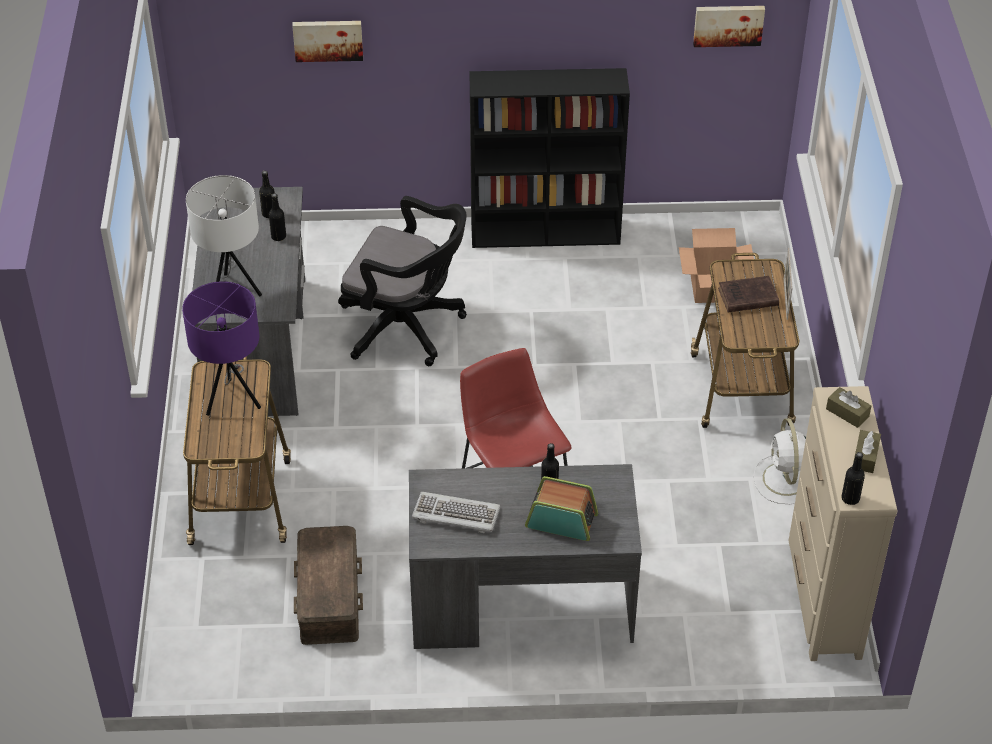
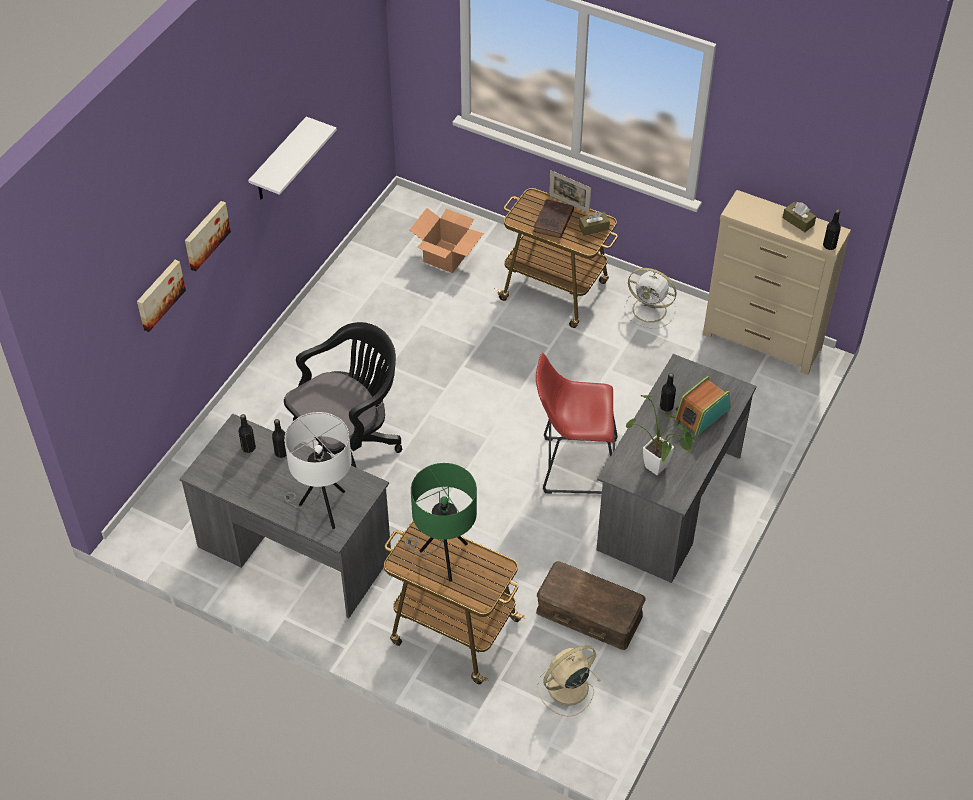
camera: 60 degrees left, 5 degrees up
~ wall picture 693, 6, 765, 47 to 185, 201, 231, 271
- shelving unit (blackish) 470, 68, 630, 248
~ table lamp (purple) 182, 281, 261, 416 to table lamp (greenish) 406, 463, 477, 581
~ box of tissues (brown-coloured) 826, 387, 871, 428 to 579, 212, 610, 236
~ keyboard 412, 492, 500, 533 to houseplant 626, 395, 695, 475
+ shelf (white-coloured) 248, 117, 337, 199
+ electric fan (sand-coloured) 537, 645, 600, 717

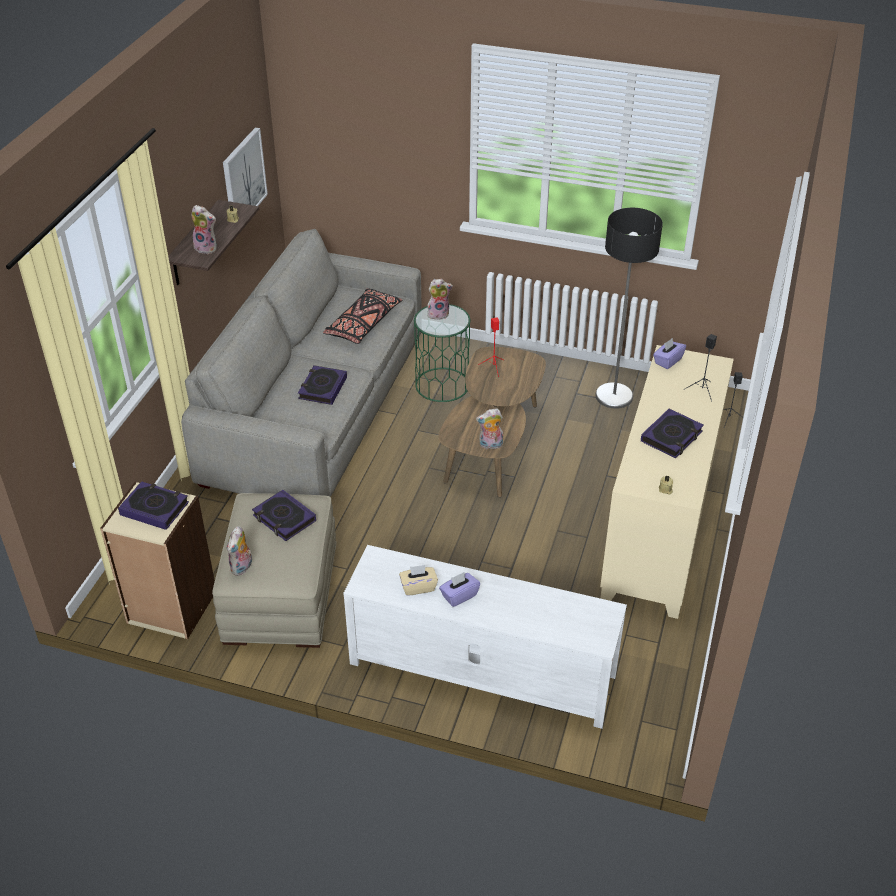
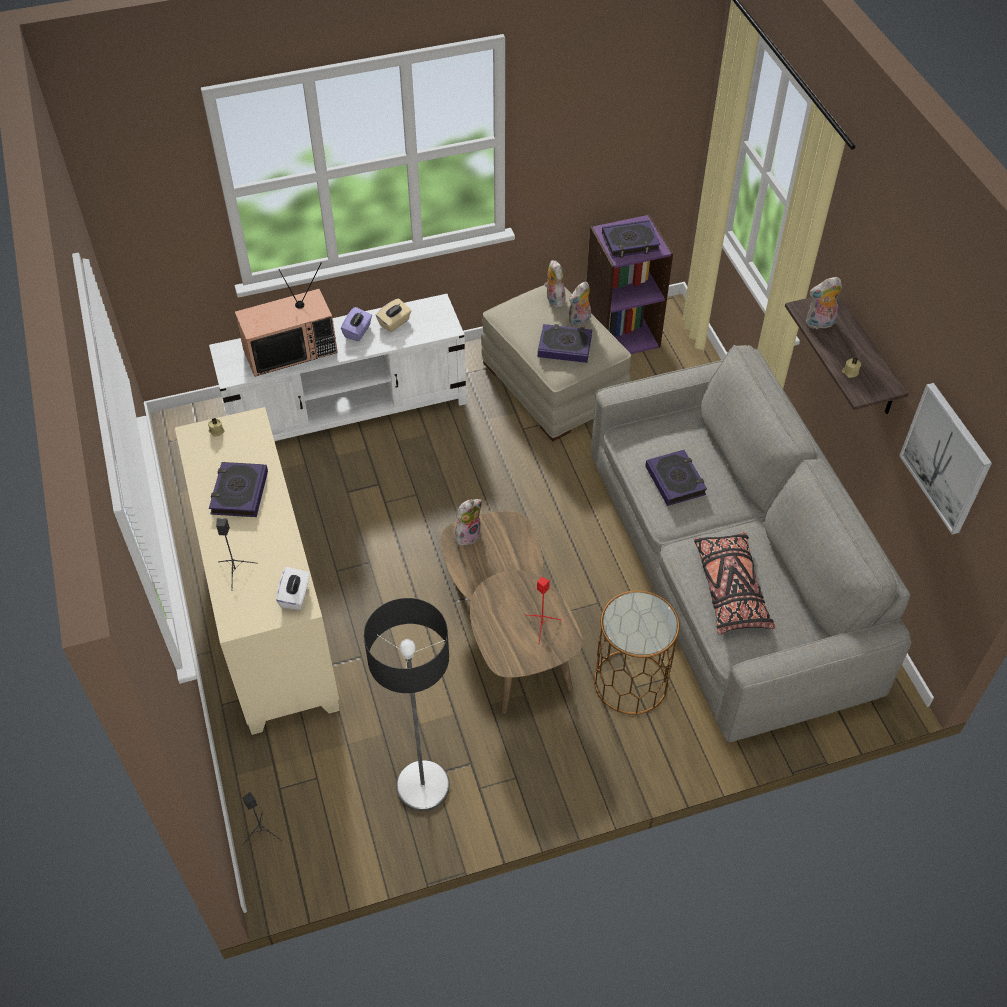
camera: 145 degrees right, 10 degrees up
~ plush toy 427, 279, 453, 320 to 569, 282, 591, 327
~ end table (greenish) 414, 304, 470, 402 to end table (brown-coloured) 594, 591, 680, 715
~ box of tissues (purple) 653, 338, 686, 369 to box of tissues (white-coloured) 276, 567, 310, 610
~ shelving unit (sand-coloured) 100, 482, 215, 639 to shelving unit (purple) 586, 214, 673, 354
+ TV 235, 263, 338, 377

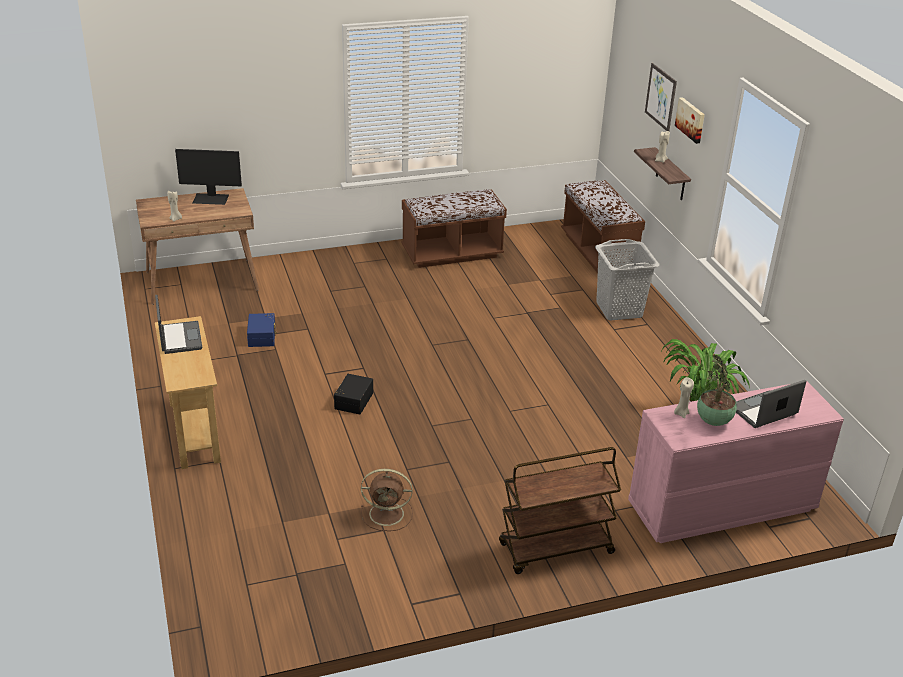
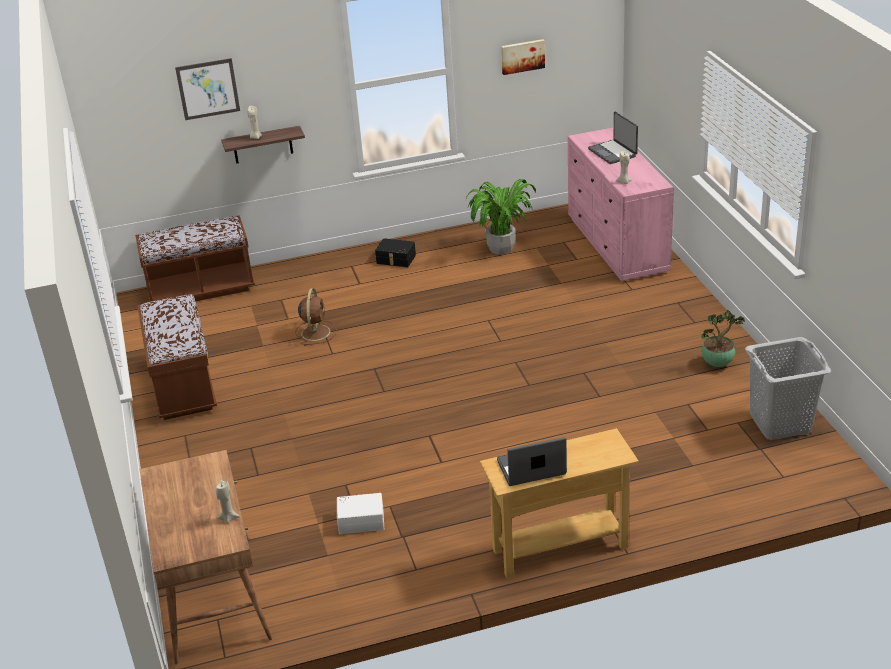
camera: 85 degrees left, 0 degrees up
~ wall picture 675, 97, 705, 144 to 501, 39, 545, 75
- computer display 175, 149, 242, 205
~ laundry basket (gray) 595, 239, 659, 320 to 745, 337, 831, 440
~ storage bin (blue-coloured) 247, 313, 277, 347 to storage bin (white-coloured) 337, 493, 384, 534
~ houseplant 697, 354, 737, 426 to 701, 310, 745, 367
~ storage bin (blackish) 334, 374, 373, 414 to 375, 238, 416, 267
- cart (brown-coloured) 499, 447, 621, 574
~ electric fan (brown-coloured) 361, 469, 413, 531 to 295, 288, 337, 345

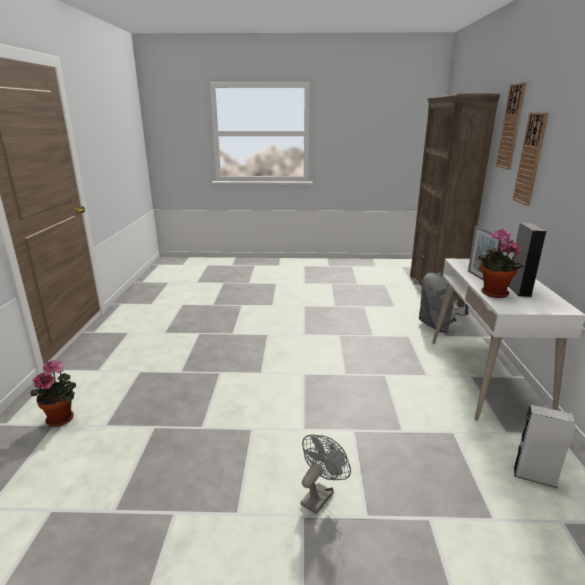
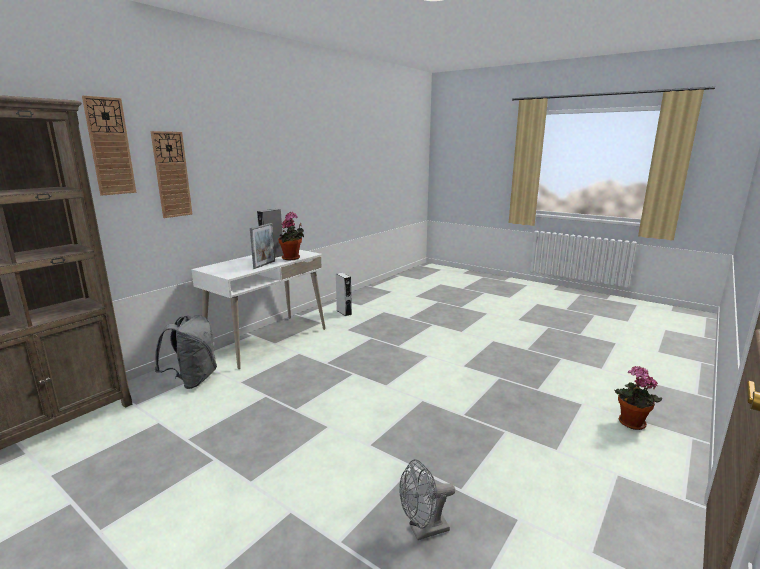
camera: 145 degrees left, 5 degrees down
~ electric fan (gray) 301, 434, 351, 514 to 400, 459, 455, 540

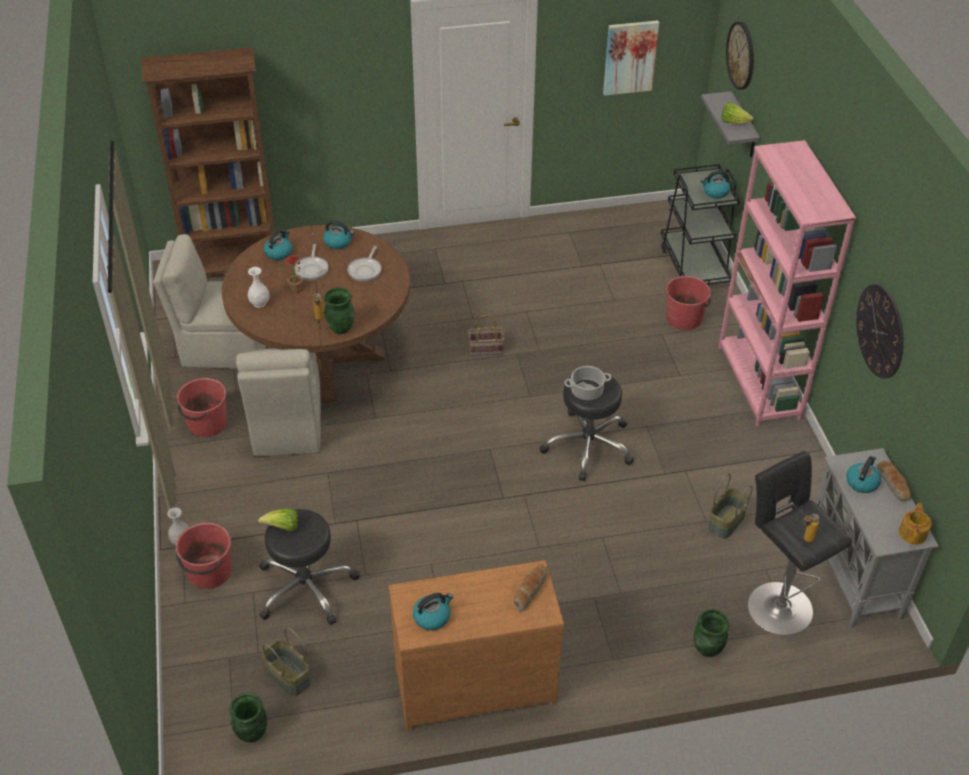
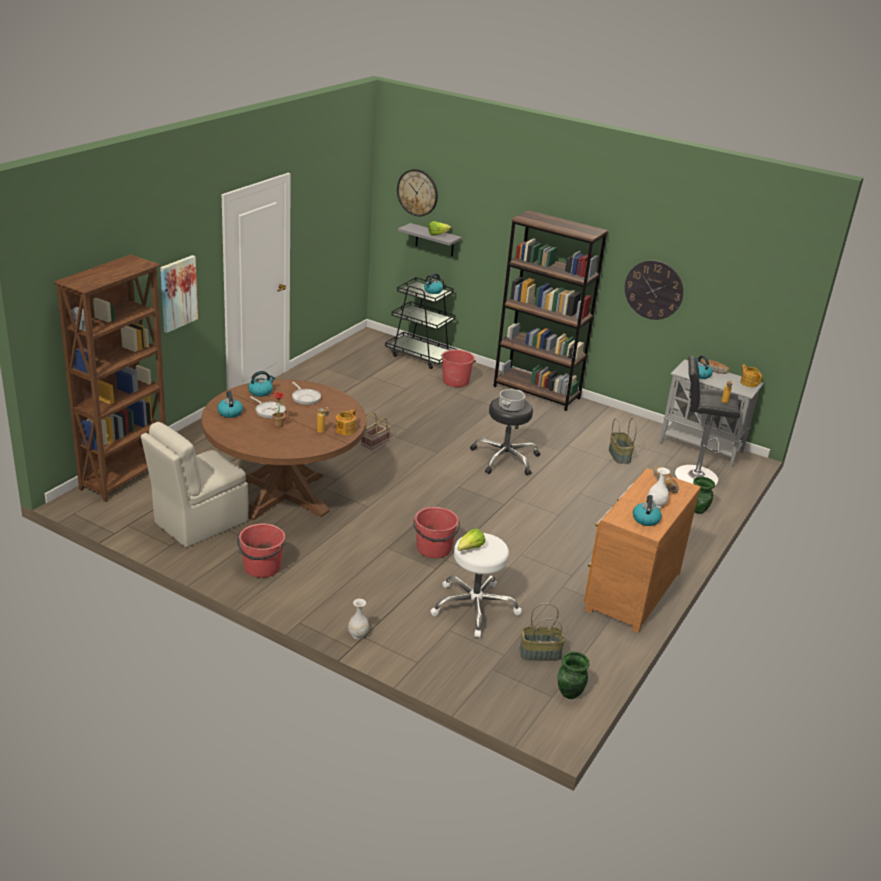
camera: 50 degrees left, 15 degrees down
~ wall picture 603, 20, 659, 96 to 160, 255, 198, 333
~ shelving unit (pinkish) 718, 140, 856, 427 to shelving unit (brown-coloured) 493, 210, 608, 411
~ decorative vase (white-coloured) 248, 267, 270, 308 to 648, 467, 670, 508
~ decorative vase (greenish) 324, 288, 354, 334 to teapot 336, 409, 356, 435
- plain chair (sand-coloured) 236, 348, 321, 456
~ stool (blackish) 259, 509, 360, 625 to stool (white-coloured) 430, 533, 522, 638
~ pail (reddish) 176, 522, 232, 589 to 413, 507, 460, 558

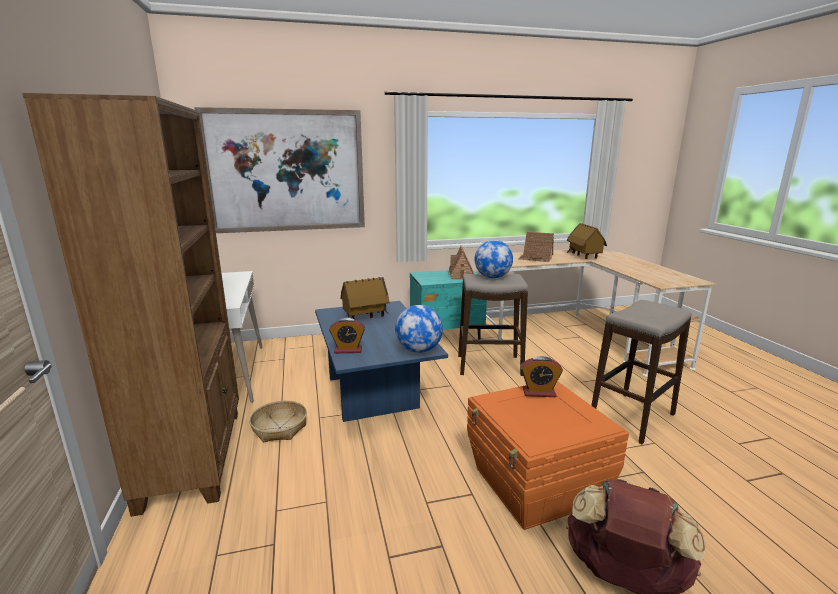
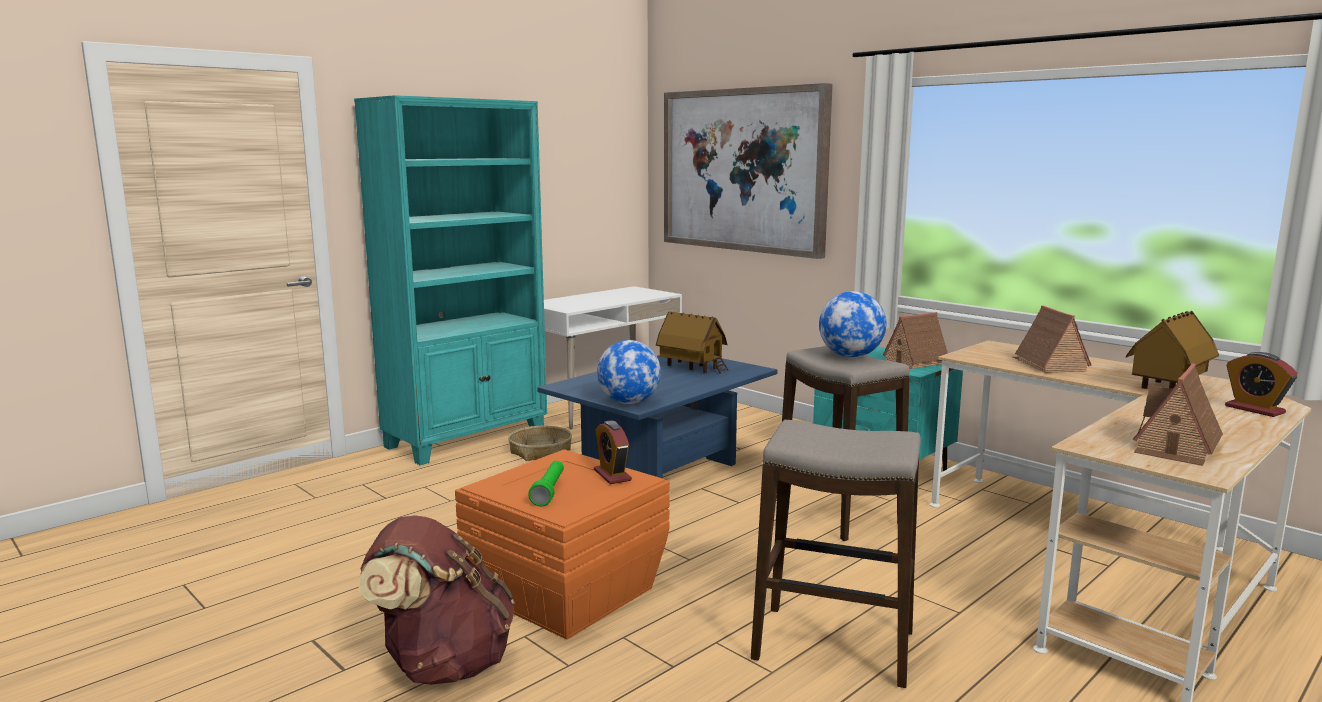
camera: 60 degrees right, 5 degrees down
~ shelving unit (brown-coloured) 22, 93, 239, 517 to shelving unit (turquoise) 354, 95, 547, 465
~ alarm clock 329, 318, 365, 353 to 1225, 352, 1298, 417
+ model house 1133, 364, 1223, 466
+ flashlight (greenish) 528, 461, 564, 506

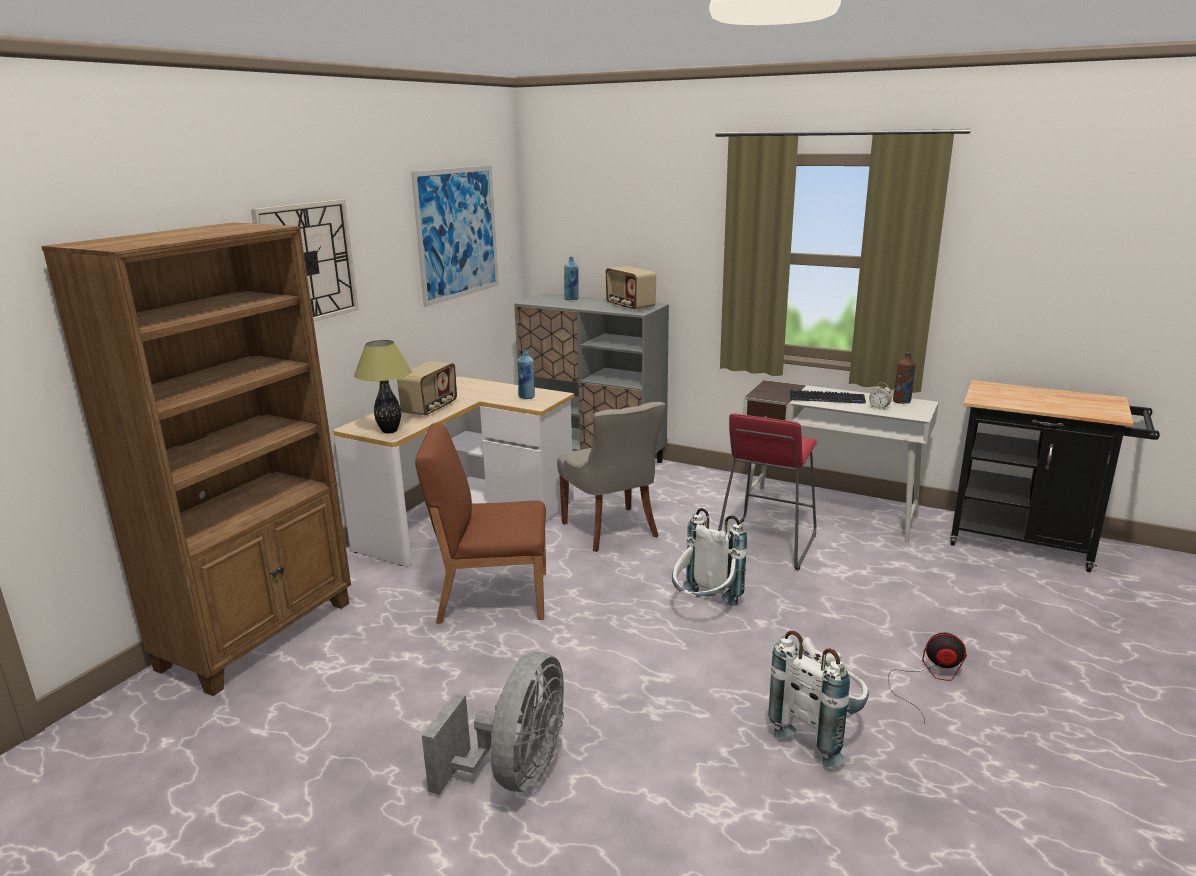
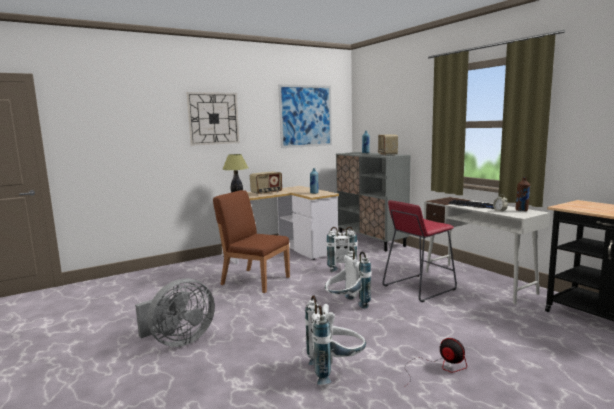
camera: 30 degrees right, 10 degrees down
- shelving unit (brown-coloured) 41, 223, 351, 696
~ plain chair (gray) 557, 402, 666, 552 to knapsack (white-coloured) 327, 227, 357, 272

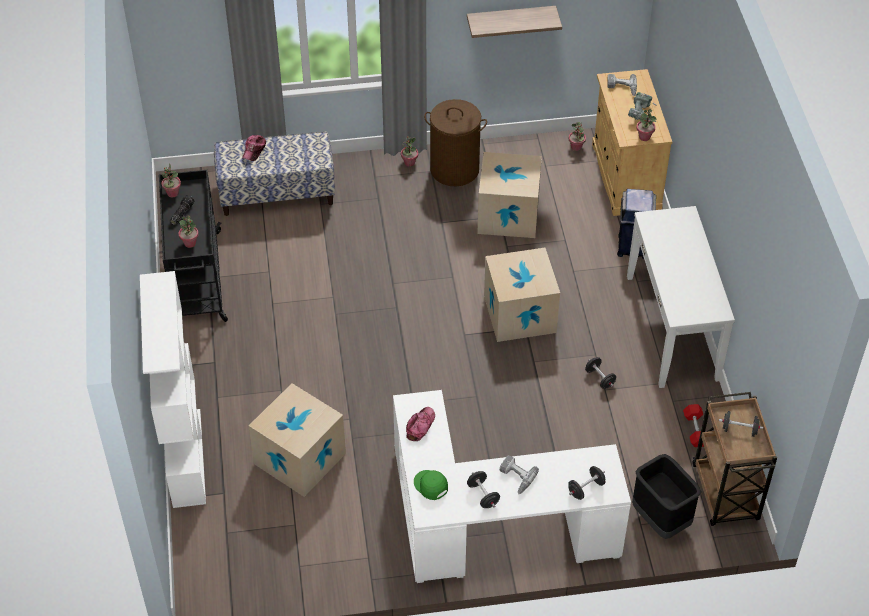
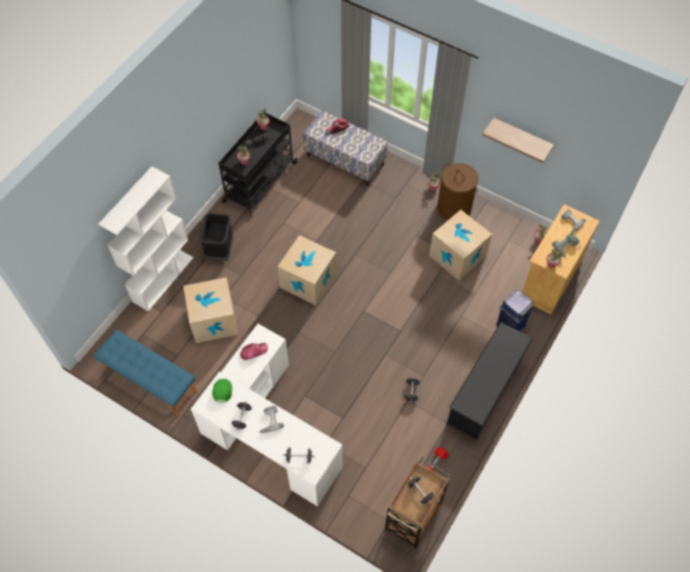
camera: 40 degrees right, 10 degrees up
~ console table (white-coloured) 627, 206, 735, 388 to shoe stand (blackish) 446, 322, 533, 440
~ carton 484, 248, 560, 342 to 278, 235, 336, 305
~ waste bin (blackish) 632, 454, 701, 539 to 200, 213, 233, 261
+ bench (blue-coloured) 93, 329, 197, 416

